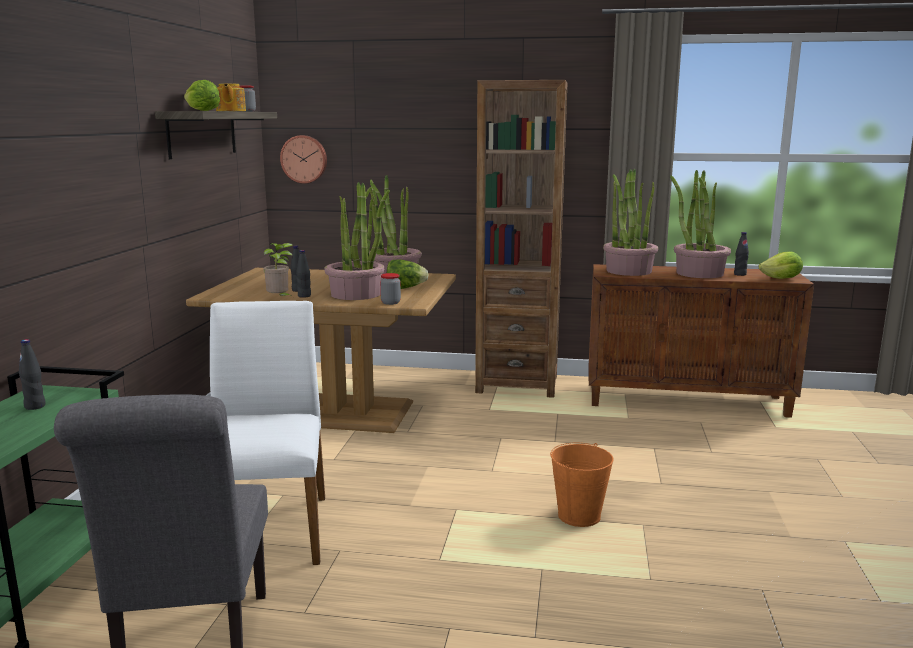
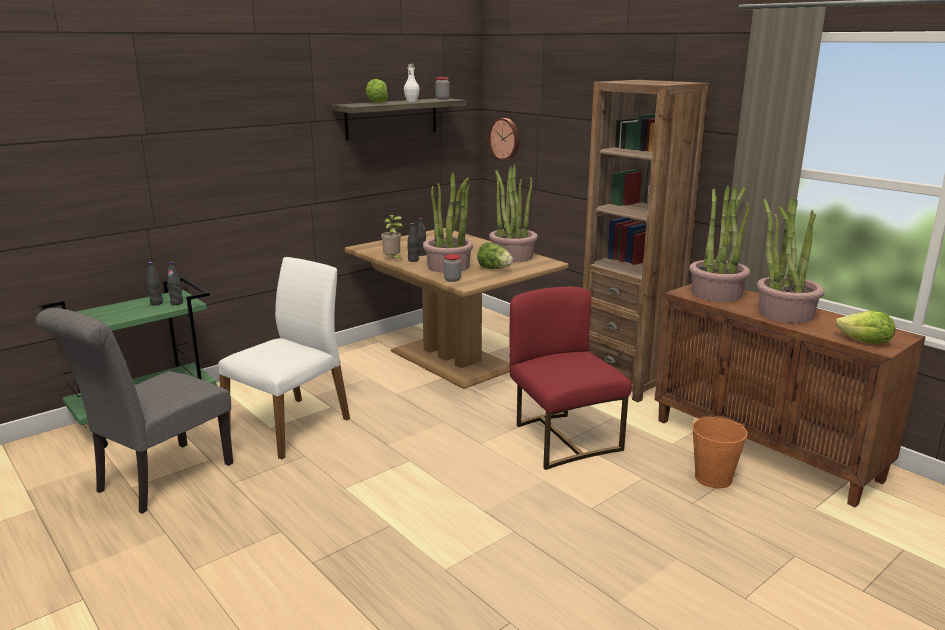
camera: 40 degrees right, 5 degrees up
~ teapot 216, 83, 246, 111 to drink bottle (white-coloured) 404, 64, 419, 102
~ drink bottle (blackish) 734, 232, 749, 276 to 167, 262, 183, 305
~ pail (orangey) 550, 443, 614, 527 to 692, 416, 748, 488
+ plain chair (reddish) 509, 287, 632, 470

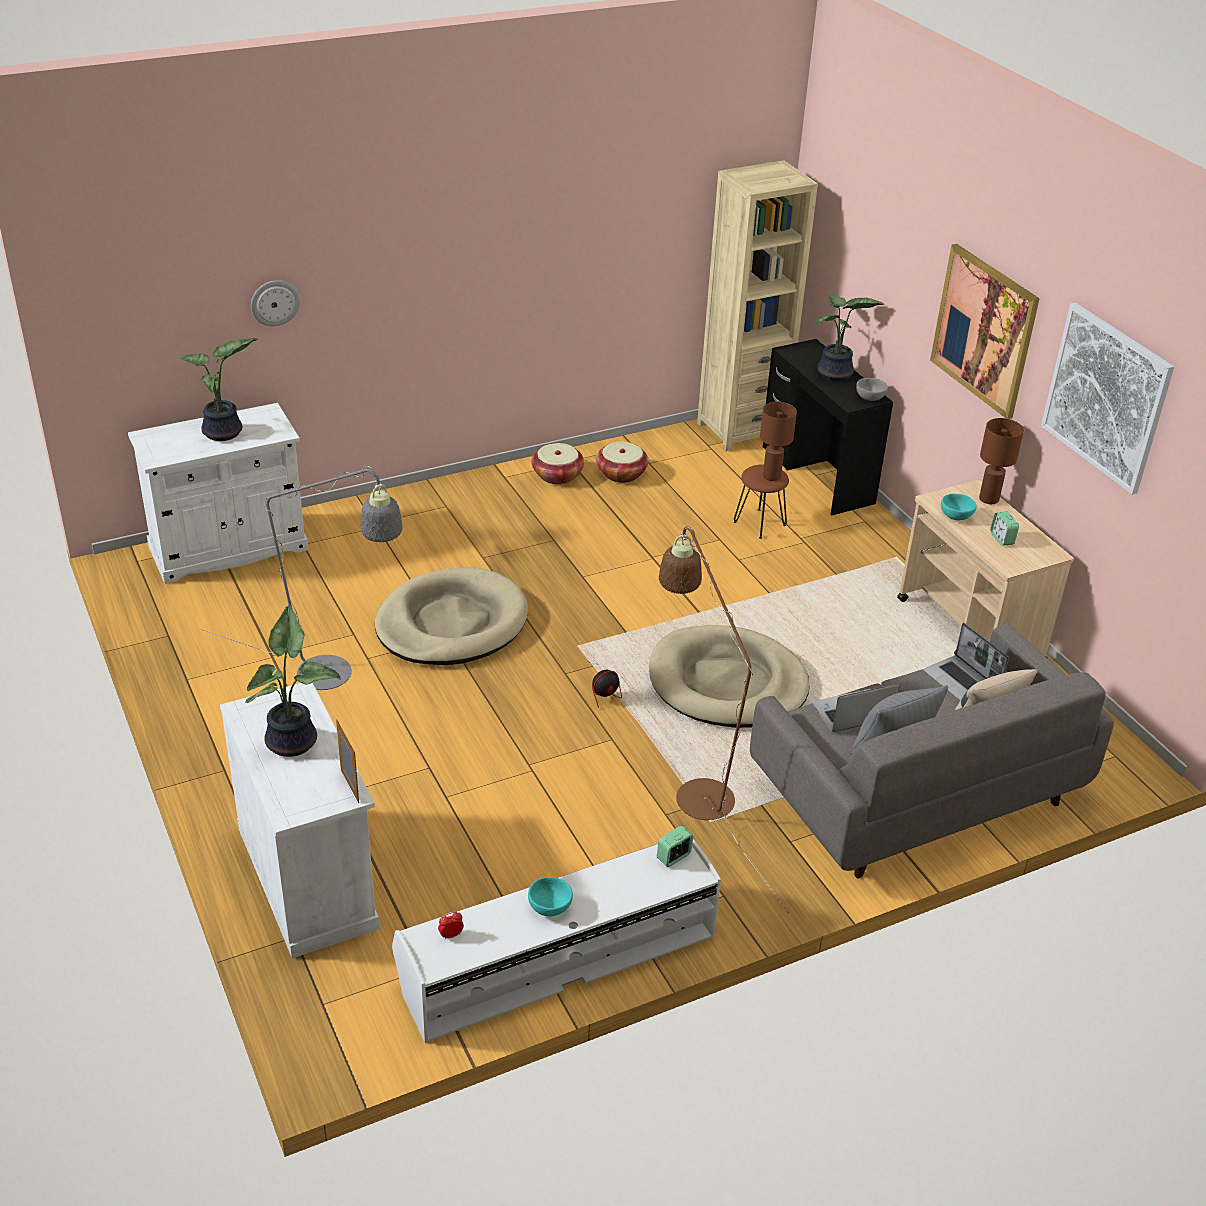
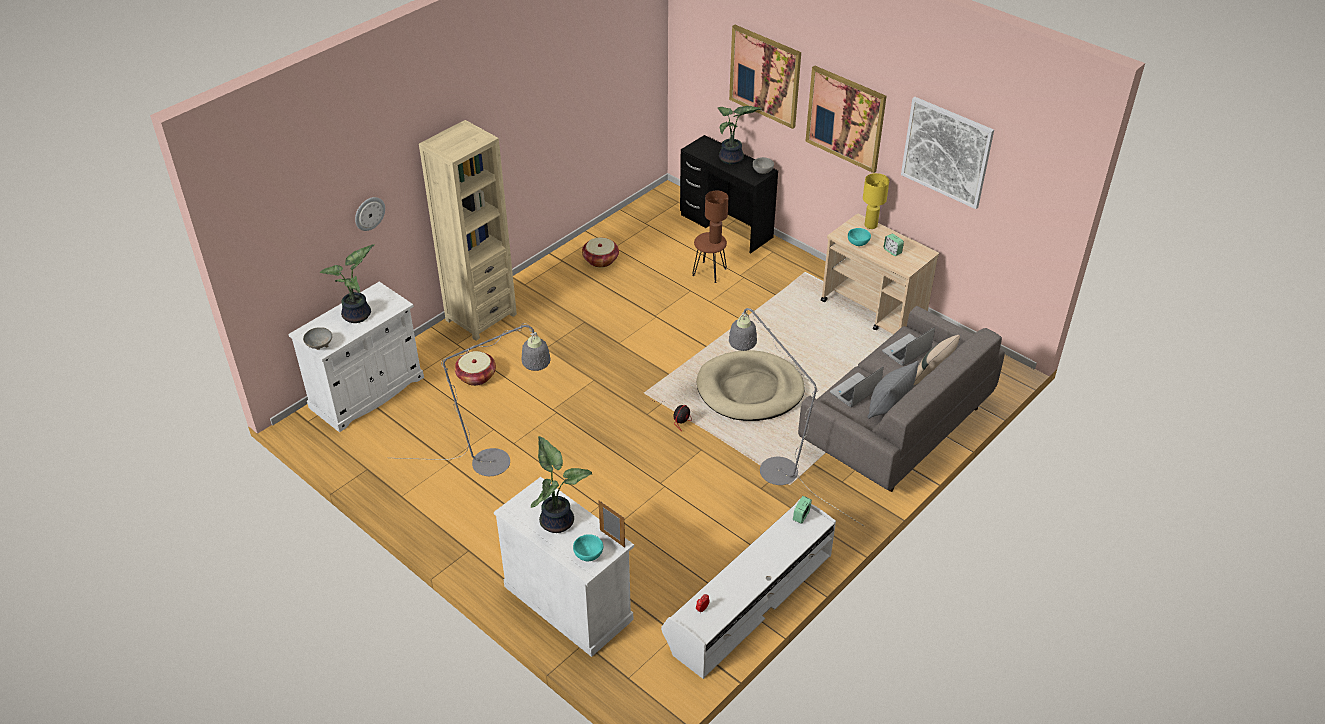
camera: 20 degrees left, 5 degrees up
~ shelving unit (sand-coloured) 697, 160, 818, 451 to 419, 120, 517, 341
~ table lamp (brown-coloured) 979, 418, 1024, 504 to table lamp (yellow) 863, 173, 889, 229
~ storage basket 532, 443, 584, 484 to 454, 351, 496, 386
~ standard lamp (brown-coloured) 659, 526, 789, 913 to standard lamp (gray) 729, 308, 865, 527
- pet bed (sand-coloured) 375, 567, 528, 665
~ portable computer 923, 622, 1009, 701 = 882, 327, 935, 366 105 degrees clockwise
~ bowl (turquoise) 528, 877, 573, 917 to 573, 534, 603, 561
+ wall picture 729, 25, 801, 129
+ bowl (gray) 303, 327, 332, 350

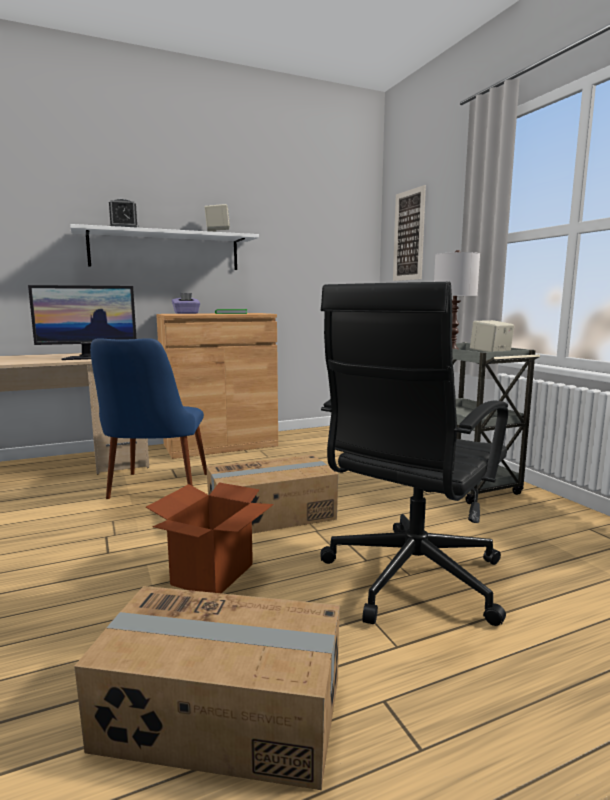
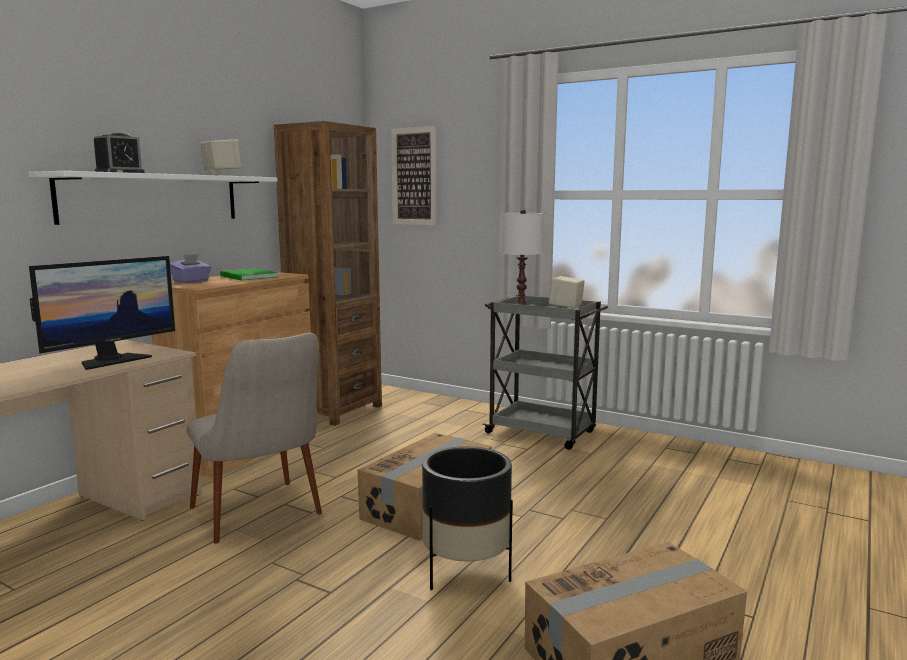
camera: 35 degrees left, 0 degrees up
- desk chair (blackish) 320, 282, 508, 626
~ plain chair (blue-coloured) 90, 338, 207, 499 to plain chair (sand-coloured) 186, 333, 322, 544
~ carton 146, 482, 274, 593 to plant pot (blackish) 422, 446, 513, 590
+ shelving unit (brown-coloured) 274, 121, 382, 426

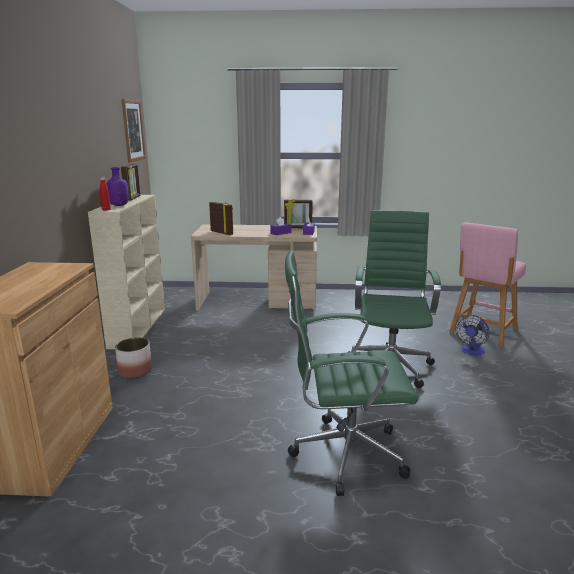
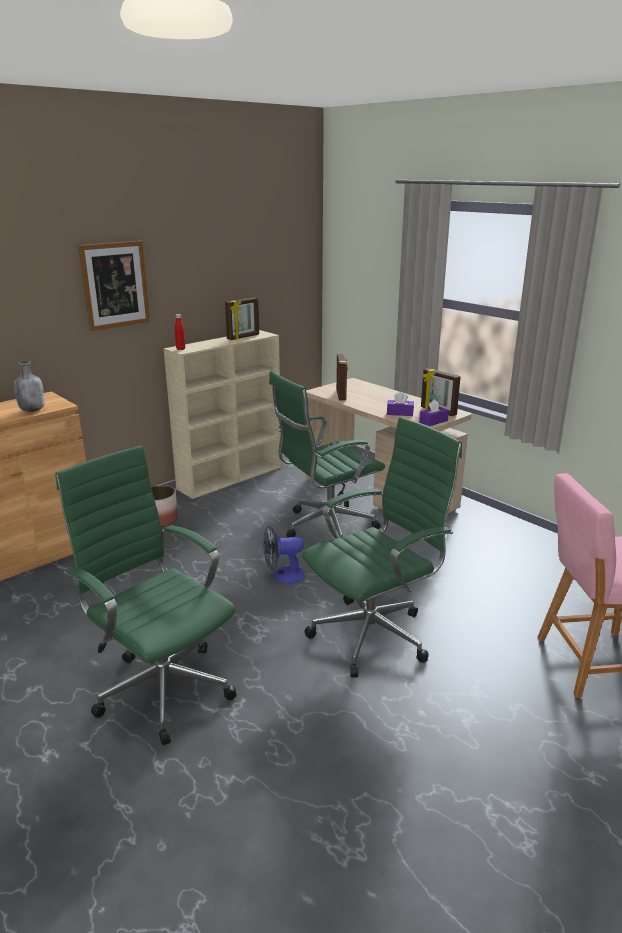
camera: 45 degrees right, 5 degrees up
~ wall picture 122, 99, 146, 162 to 78, 241, 150, 331
- drink bottle (purple) 107, 167, 129, 206
~ electric fan 455, 315, 489, 355 to 263, 526, 305, 584
+ drink bottle (gray) 14, 361, 45, 412
+ desk chair (greenish) 269, 371, 385, 538

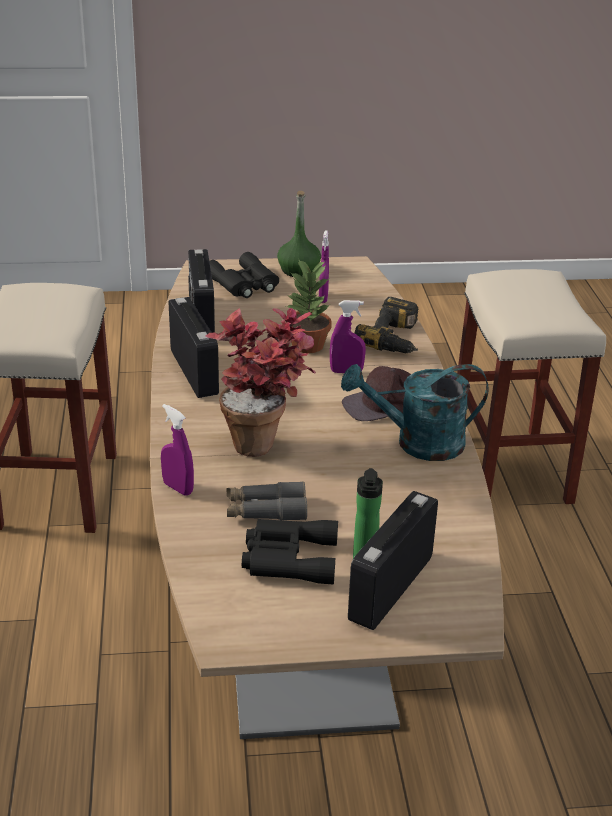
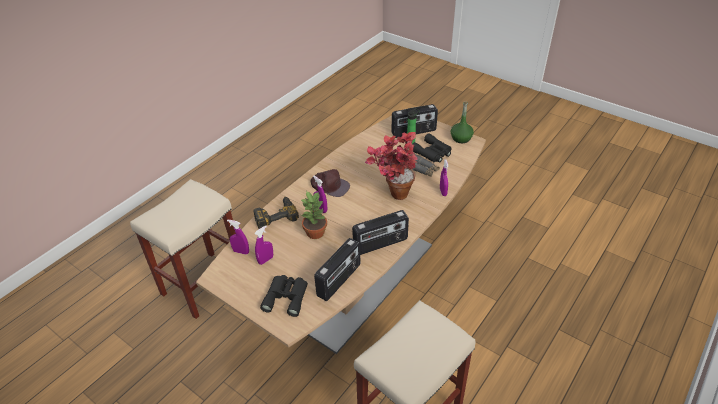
camera: 135 degrees left, 10 degrees up
~ drink bottle (greenish) 277, 191, 321, 277 to 451, 101, 474, 143
~ radio set 169, 297, 219, 398 = 352, 210, 409, 255 135 degrees counterclockwise
- watering can (turquoise) 341, 364, 489, 461
+ sprayer (purple) 227, 219, 249, 255

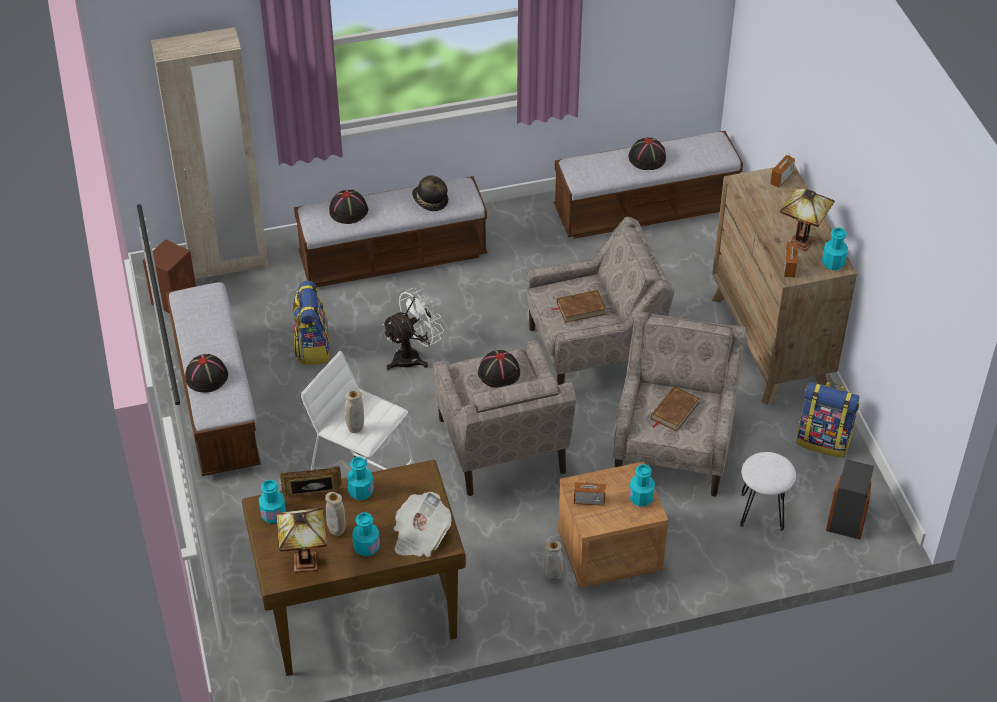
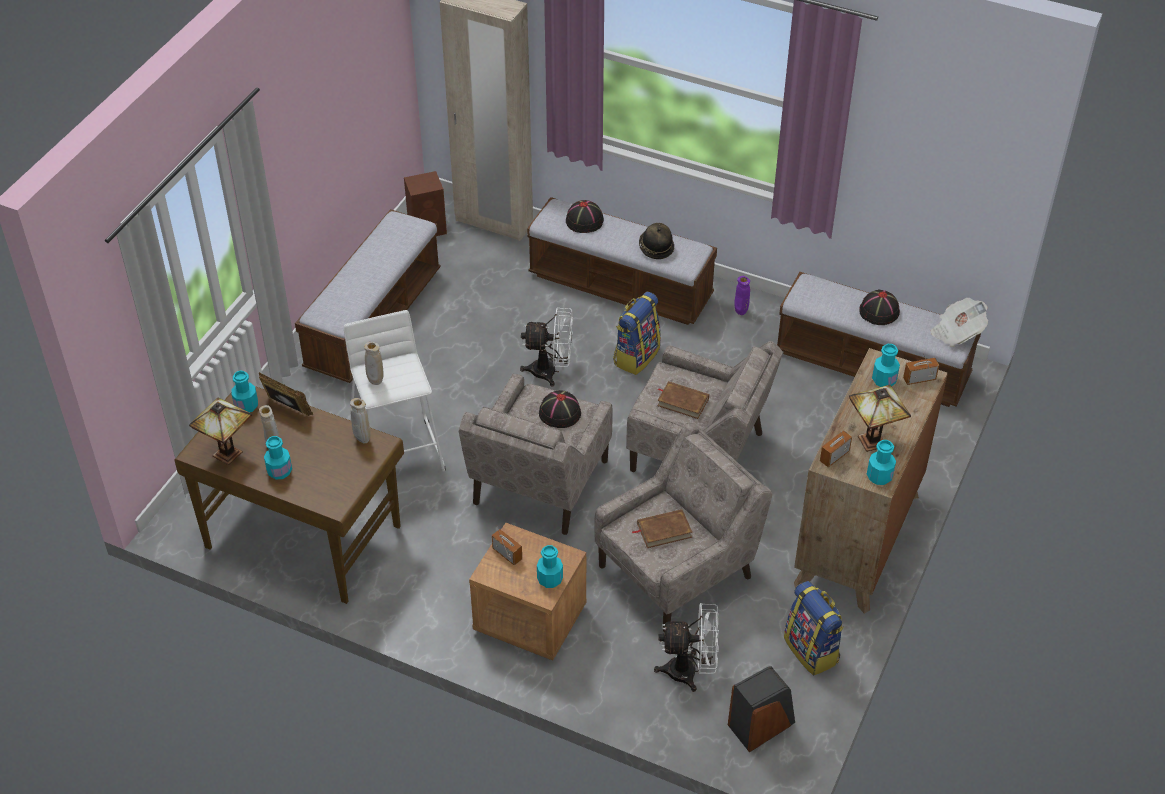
camera: 40 degrees right, 0 degrees up
~ knapsack 293, 281, 330, 365 to 613, 292, 661, 375
- hat (blackish) 185, 354, 228, 392
~ stool (white-coloured) 740, 452, 796, 531 to electric fan (white-coloured) 654, 603, 719, 692
~ drink bottle (turquoise) 347, 457, 374, 500 to 872, 344, 900, 387
~ newspaper 394, 492, 452, 557 to 931, 298, 988, 347
~ decorative vase (sand-coloured) 545, 541, 563, 581 to 350, 398, 371, 443
+ decorative vase (purple) 734, 276, 750, 315

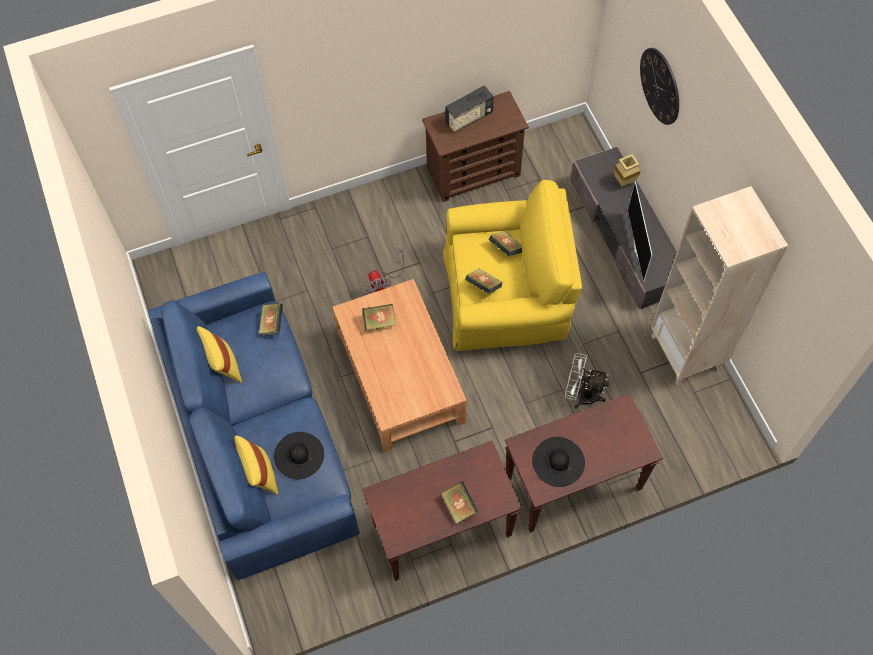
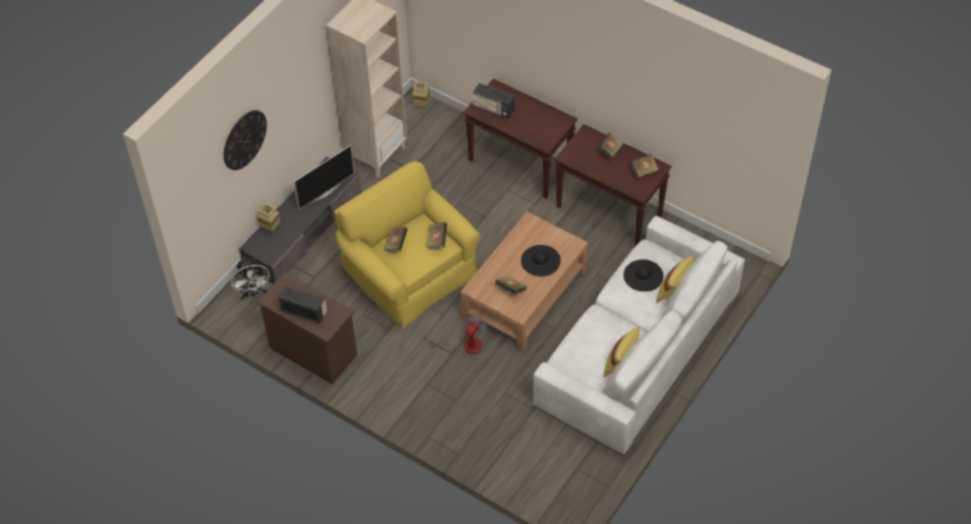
camera: 125 degrees left, 10 degrees down
~ settee (blue-coloured) 148, 272, 360, 580 to settee (white-coloured) 533, 216, 745, 455
~ book 259, 303, 283, 336 to 630, 154, 659, 178
~ electric fan (white-coloured) 565, 353, 609, 409 to 231, 257, 270, 300
~ hat (blackish) 532, 437, 585, 487 to 521, 245, 561, 277
+ decorative vase (sand-coloured) 412, 81, 430, 108
+ radio set 472, 83, 515, 119

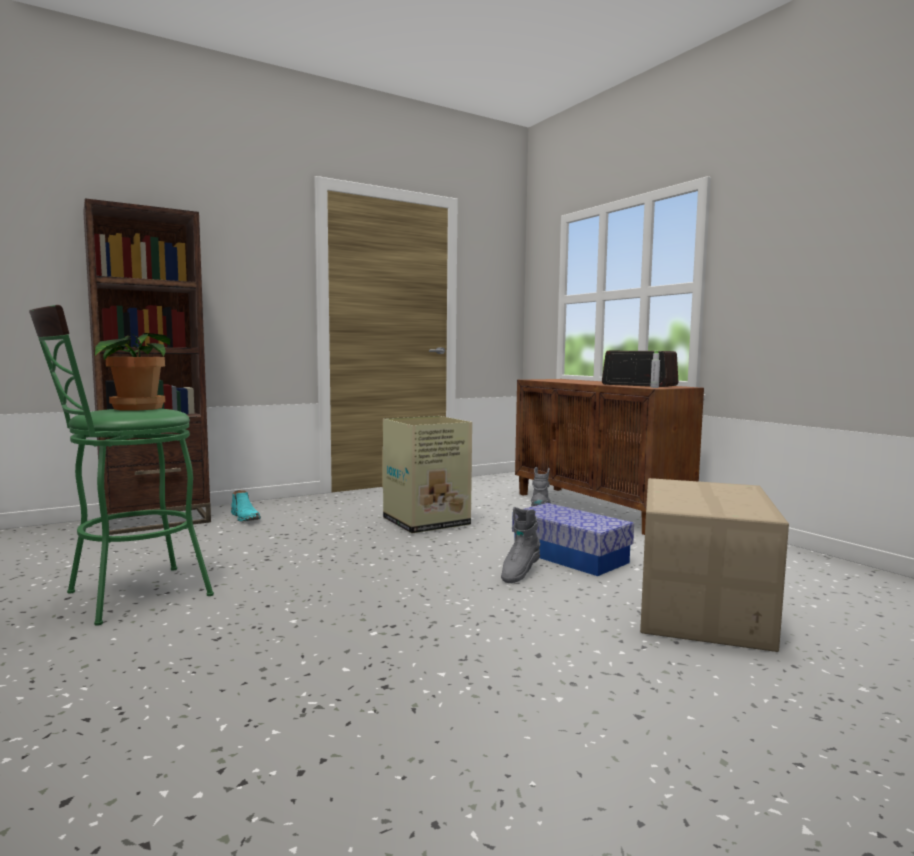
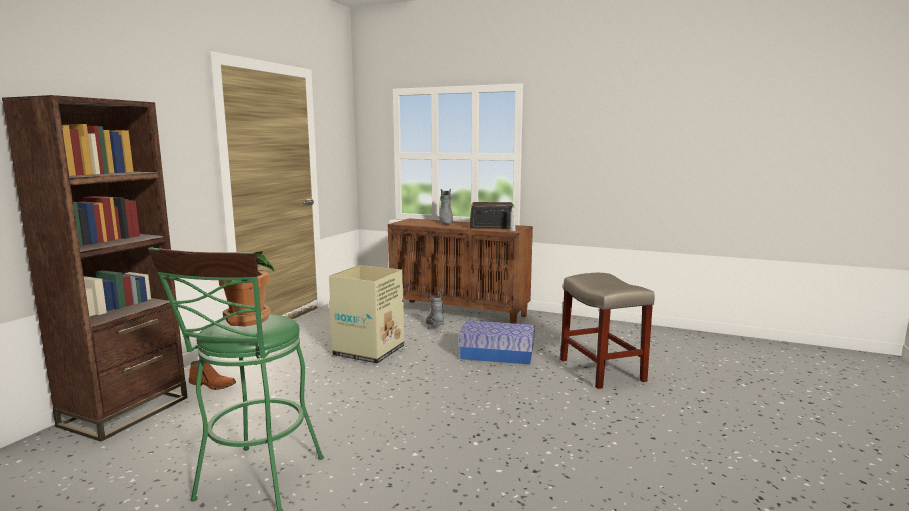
camera: 35 degrees left, 5 degrees up
~ carton 640, 478, 789, 652 to stool (sand-coloured) 560, 273, 655, 389
~ high-top boot (turquoise) 231, 490, 261, 521 to high-top boot (orangey) 189, 361, 236, 390
~ high-top boot (gray) 501, 507, 541, 583 to 439, 189, 453, 224

